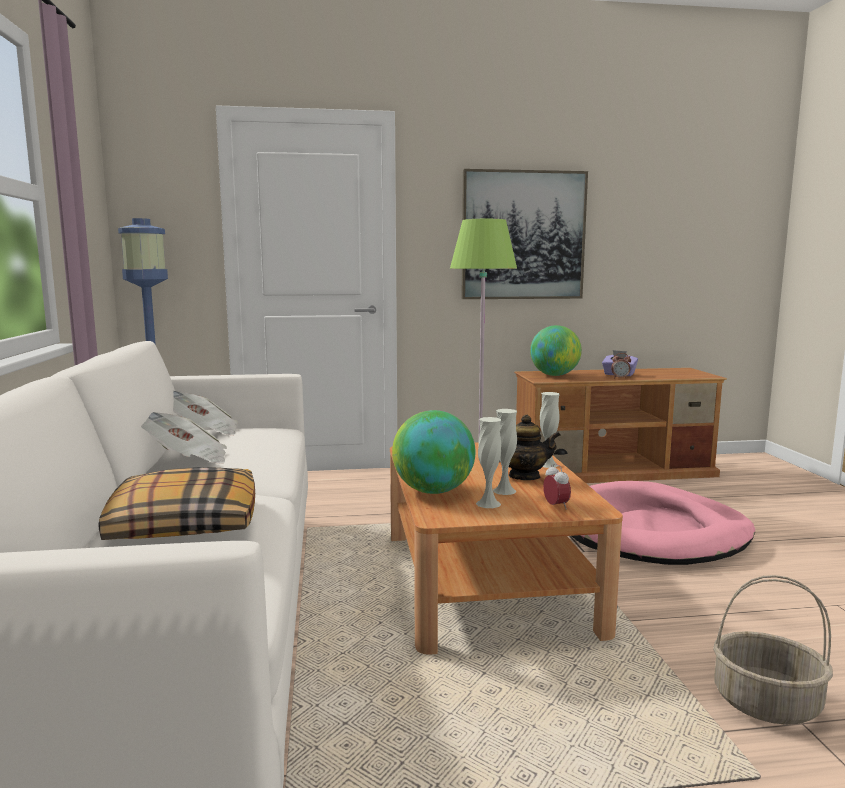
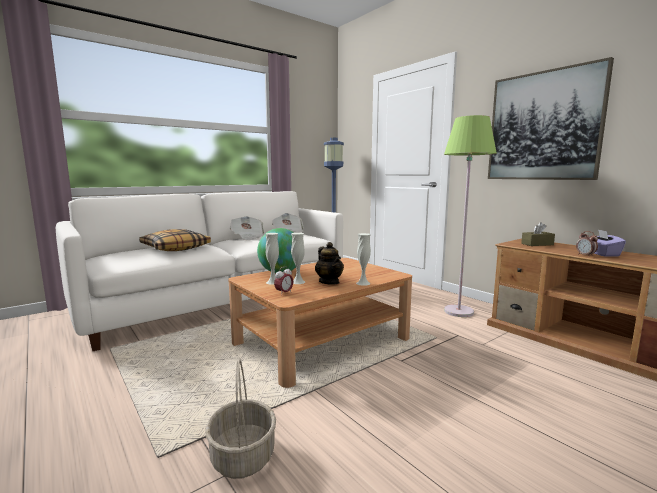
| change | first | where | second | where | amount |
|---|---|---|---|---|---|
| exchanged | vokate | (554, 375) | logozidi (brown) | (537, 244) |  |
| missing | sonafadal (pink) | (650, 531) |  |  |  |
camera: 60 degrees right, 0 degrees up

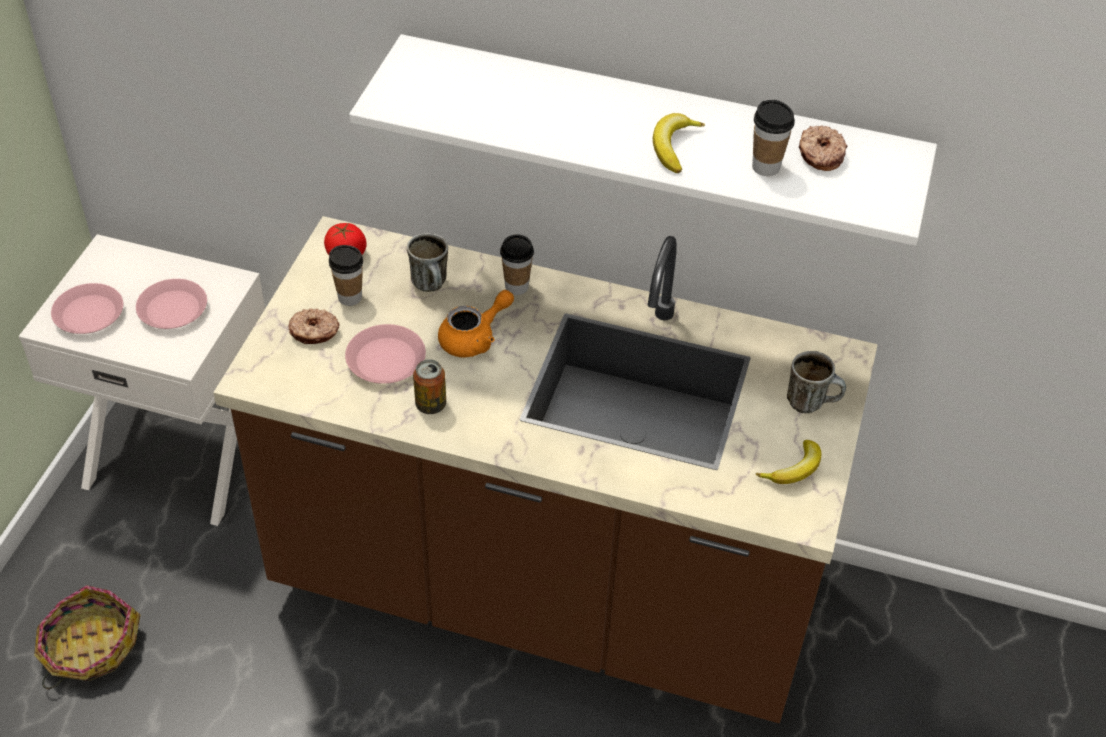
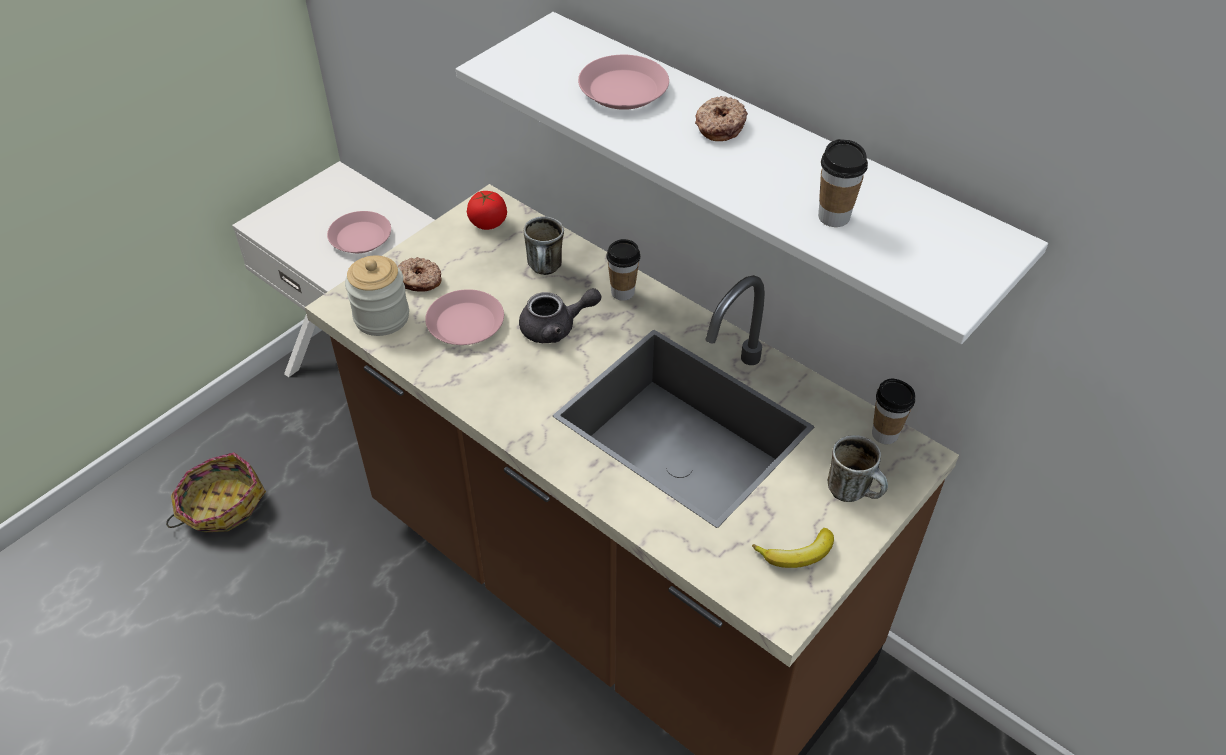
| change | first | where | second | where | amount |
|---|---|---|---|---|---|
| appeared |  |  | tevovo | (381, 317) |  |
| colour | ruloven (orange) | (474, 338) | ruloven (grey) | (556, 328) |  |
| relocated | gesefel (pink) | (89, 314) |  | (623, 89) |  |
| relocated | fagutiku | (820, 155) |  | (719, 126) |  |
| relocated | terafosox | (350, 297) |  | (884, 434) |  |
| missing | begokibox | (430, 405) |  |  |  |
| missing | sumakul | (673, 147) |  |  |  |
camera: 25 degrees right, 0 degrees up

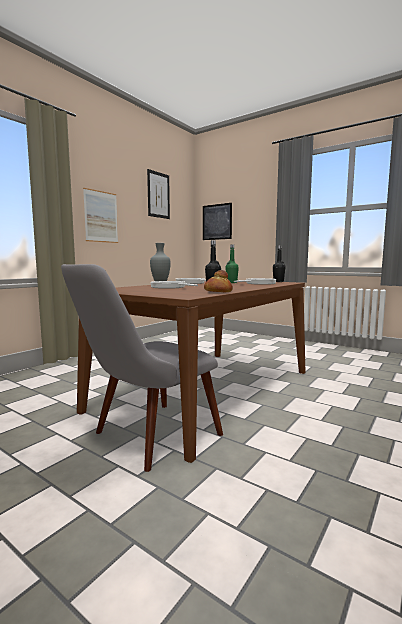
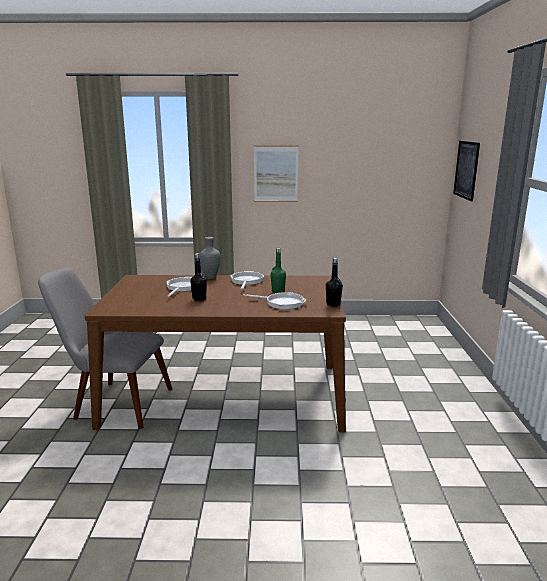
| change | first | where | second | where | amount |
|---|---|---|---|---|---|
| missing | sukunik | (158, 195) |  |  |  |
| missing | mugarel | (217, 291) |  |  |  |
camera: 55 degrees right, 10 degrees up

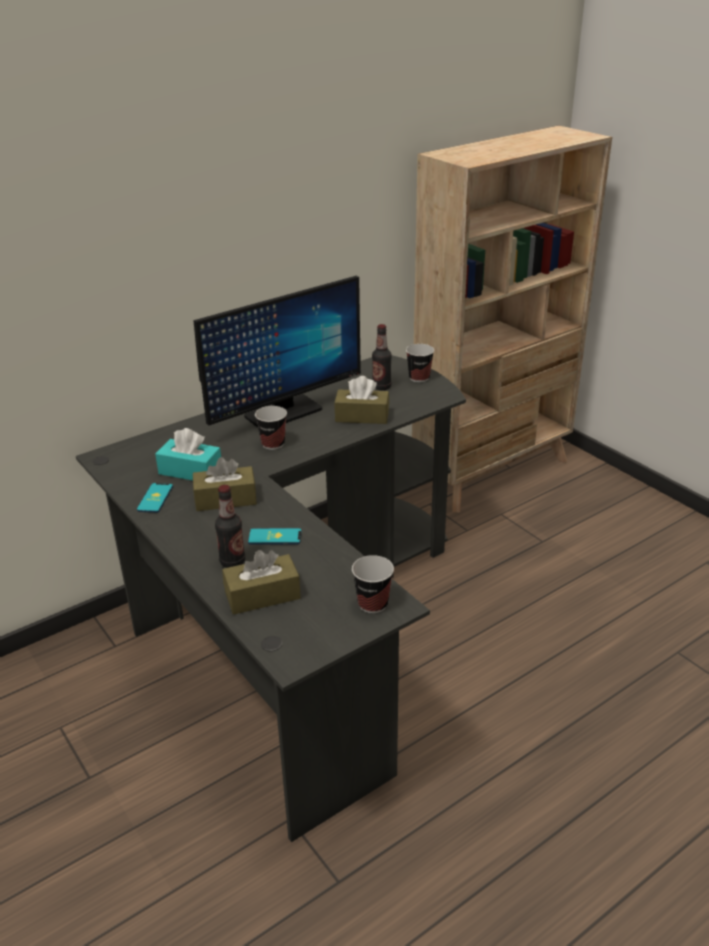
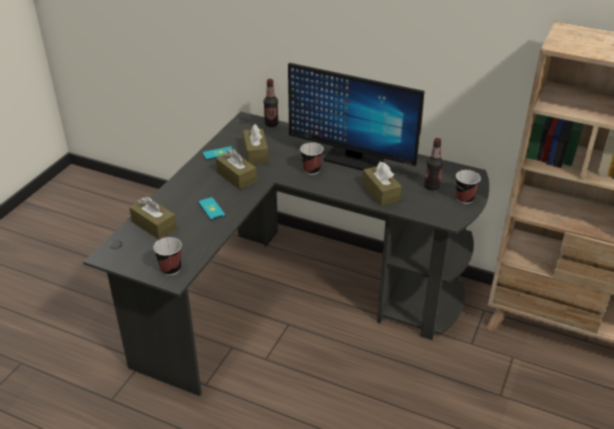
| change | first | where | second | where | amount |
|---|---|---|---|---|---|
| colour | logozidi (turquoise) | (190, 471) | logozidi (brown) | (255, 153) |  |
| relocated | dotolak | (232, 561) |  | (271, 124) |  |
camera: 60 degrees right, 5 degrees up

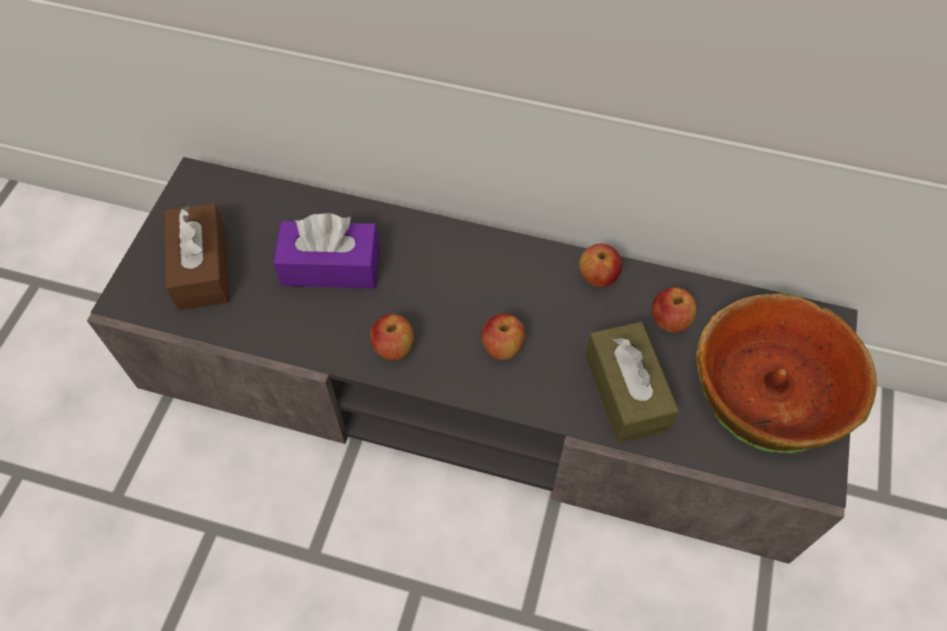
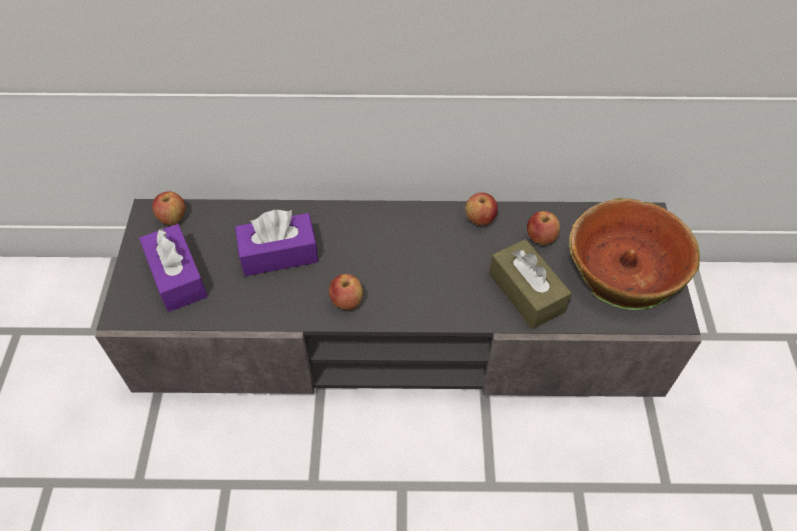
| change | first | where | second | where | amount |
|---|---|---|---|---|---|
| colour | logozidi (brown) | (202, 267) | logozidi (purple) | (177, 276) |  |
| relocated | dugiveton | (502, 347) |  | (172, 218) |  |
camera: 15 degrees left, 5 degrees down

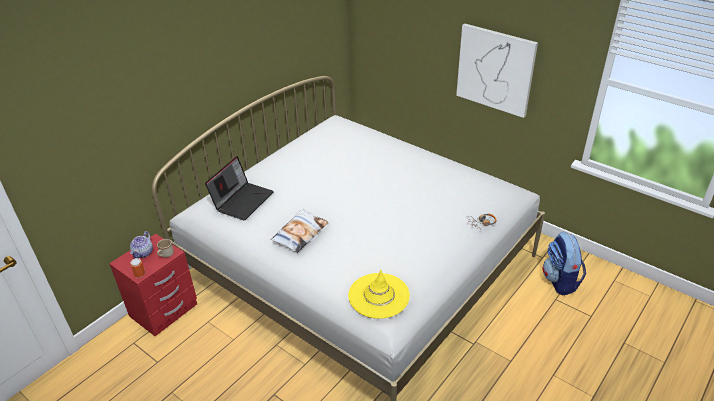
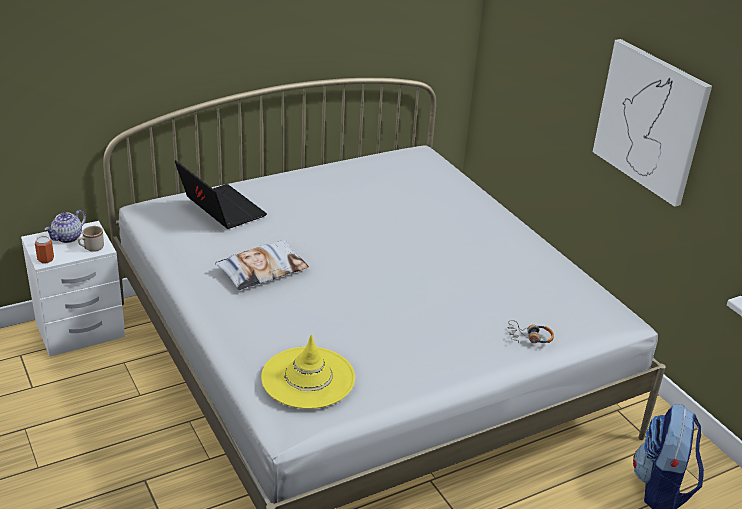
| change | first | where | second | where | amount |
|---|---|---|---|---|---|
| colour | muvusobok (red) | (164, 310) | muvusobok (white) | (80, 330) |  |
| spun | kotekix | (242, 200) |  | (220, 209) | 90 degrees counterclockwise |
camera: 20 degrees right, 5 degrees down

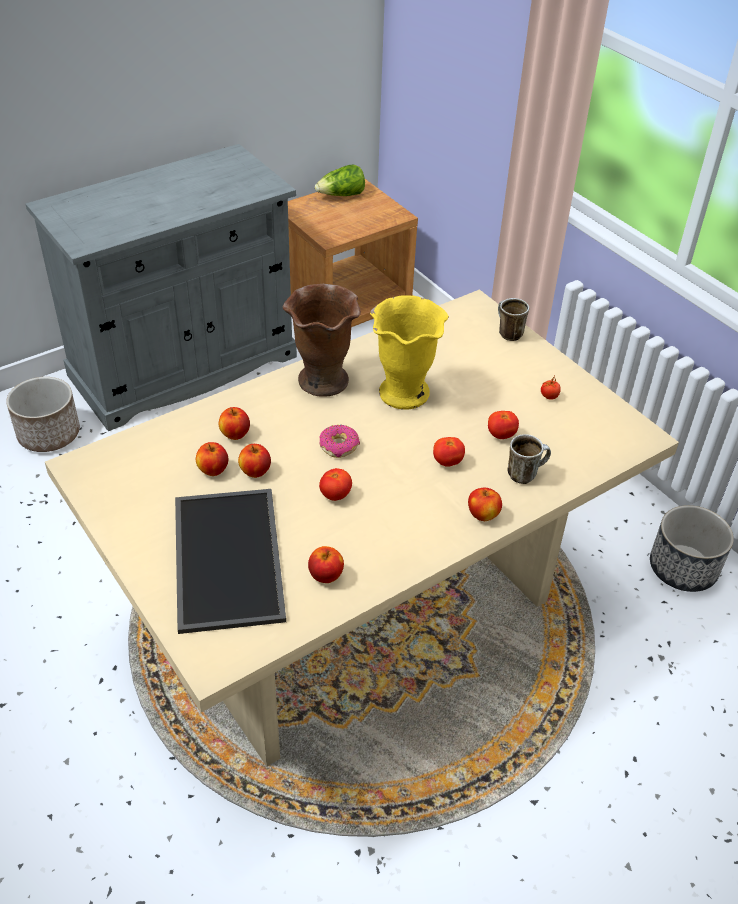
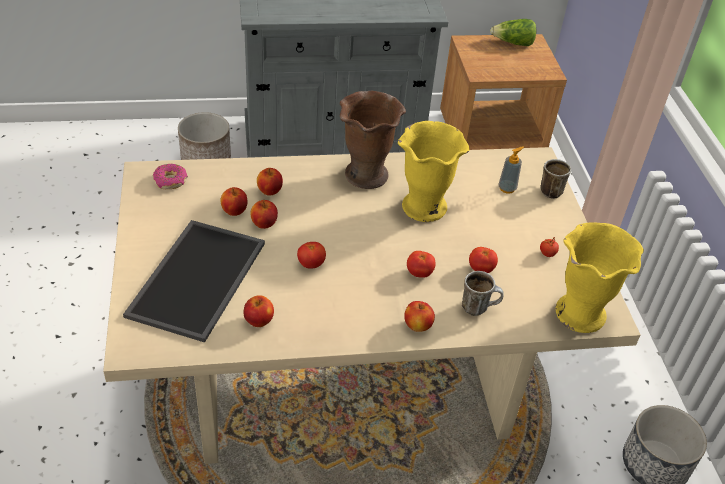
| change | first | where | second | where | amount |
|---|---|---|---|---|---|
| relocated | fagutiku | (339, 446) |  | (170, 181) |  |
| appeared |  |  | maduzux | (507, 188) |  |
| appeared |  |  | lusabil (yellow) | (580, 314) |  |
camera: 25 degrees right, 0 degrees up

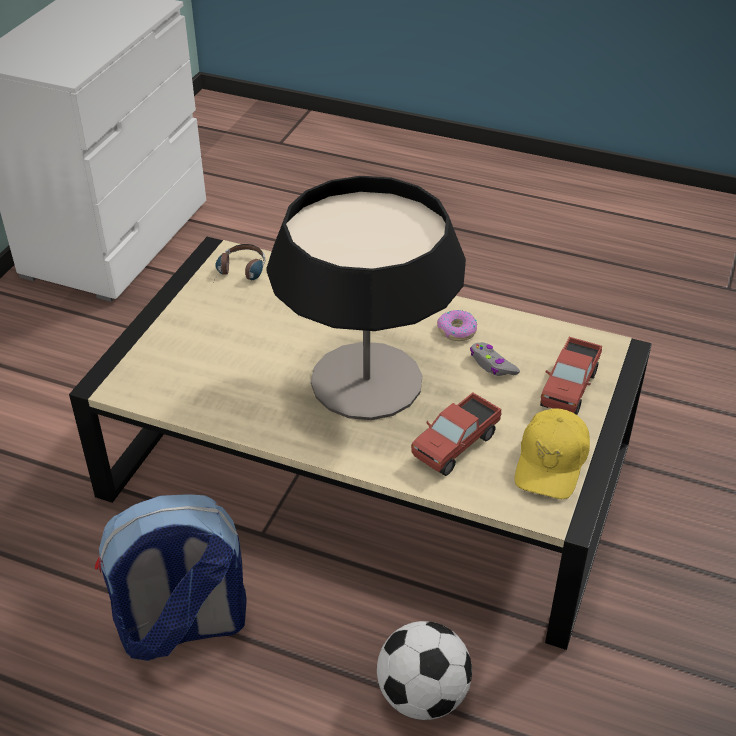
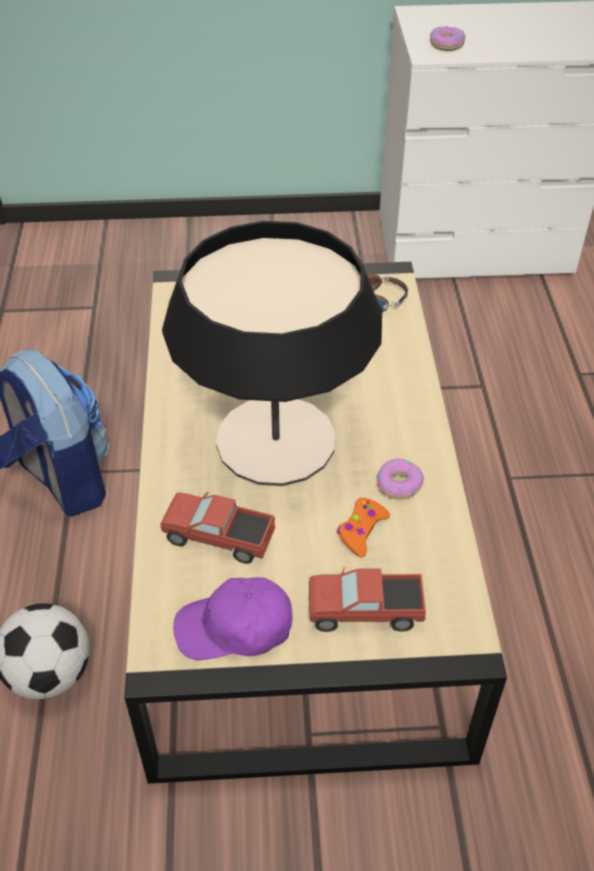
| change | first | where | second | where | amount |
|---|---|---|---|---|---|
| colour | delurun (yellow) | (551, 462) | delurun (purple) | (235, 628) |  |
| colour | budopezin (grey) | (492, 365) | budopezin (orange) | (361, 531) |  |
| appeared |  |  | fagutiku | (446, 44) |  |
camera: 65 degrees right, 5 degrees up

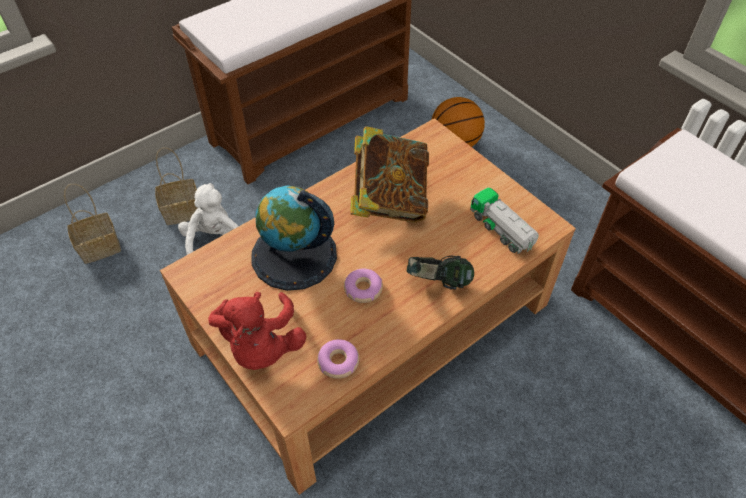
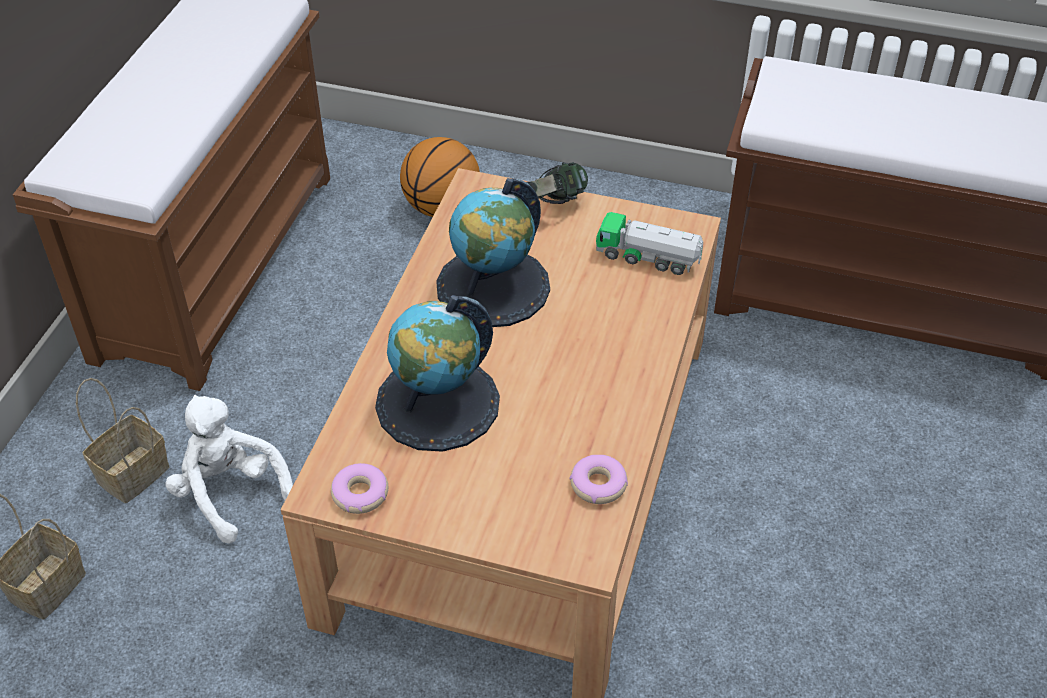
| change | first | where | second | where | amount |
|---|---|---|---|---|---|
| relocated | fagutiku | (363, 289) |  | (360, 494) |  |
| exchanged | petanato | (389, 201) | vokate | (493, 287) |  |
| relocated | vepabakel | (438, 283) |  | (549, 207) |  |
| missing | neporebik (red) | (261, 346) |  |  |  |
camera: 35 degrees left, 5 degrees down

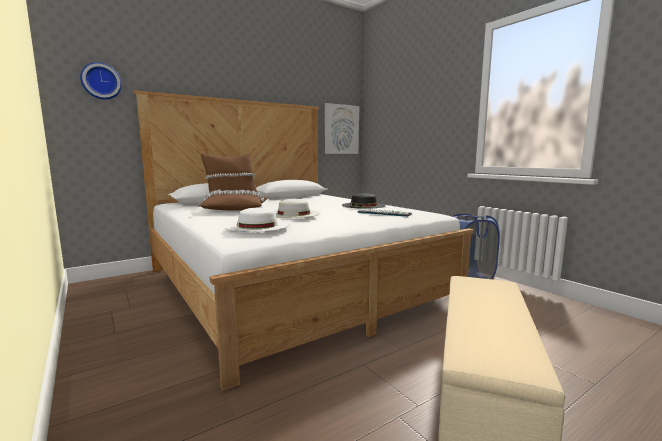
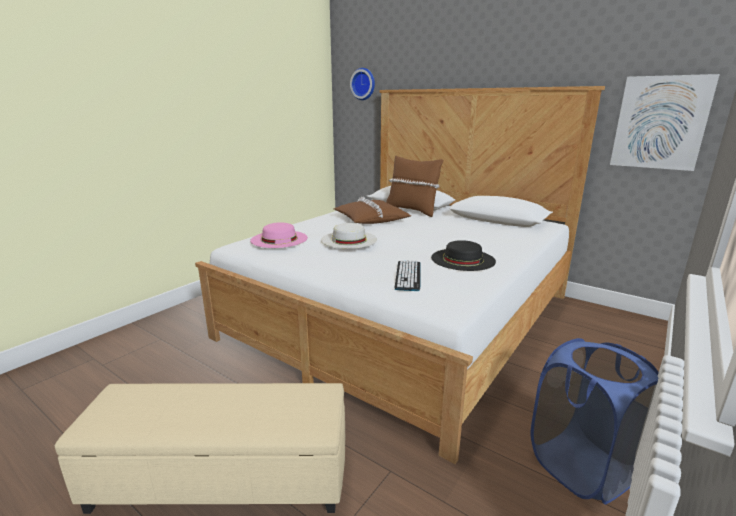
| change | first | where | second | where | amount |
|---|---|---|---|---|---|
| colour | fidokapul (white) | (257, 225) | fidokapul (pink) | (279, 239) |  |
camera: 70 degrees right, 10 degrees up

